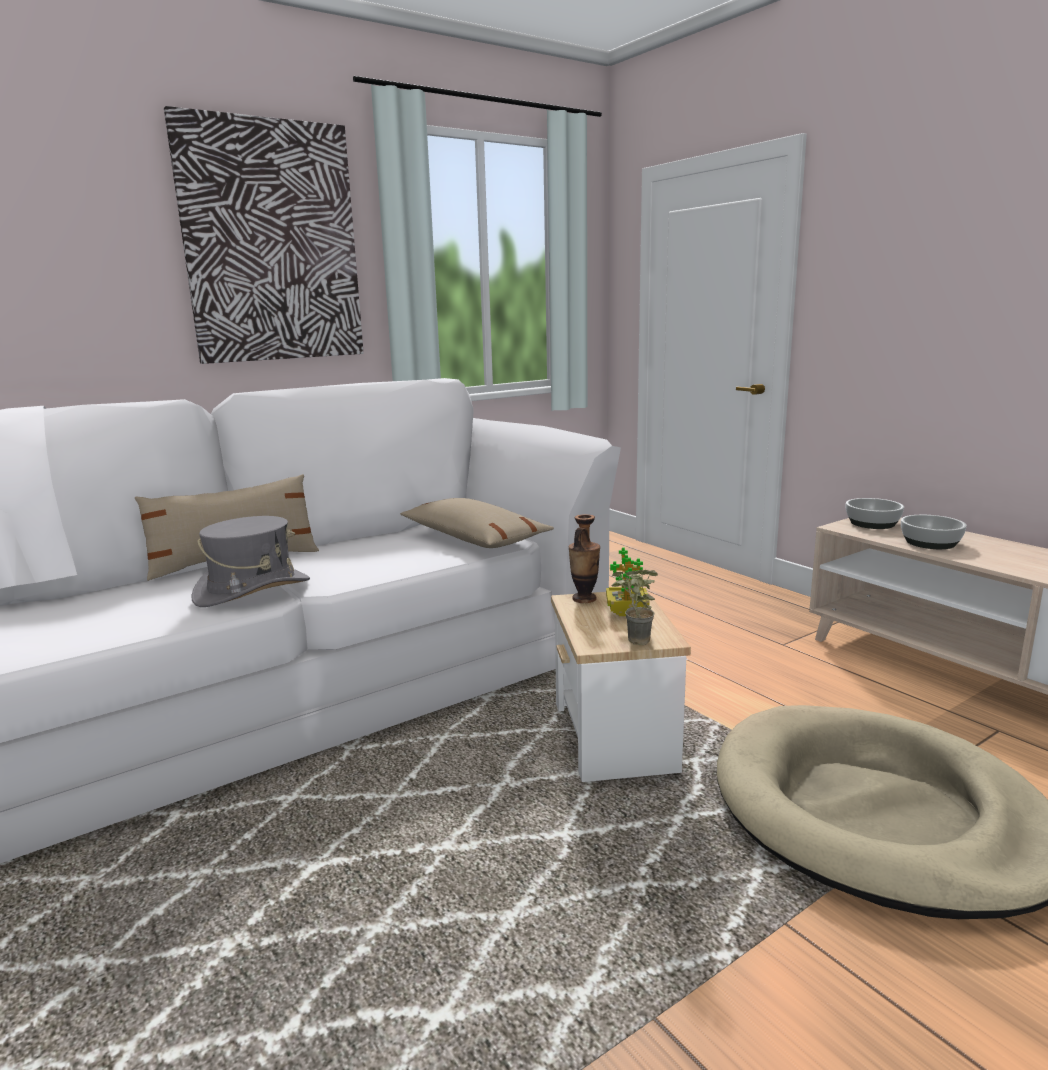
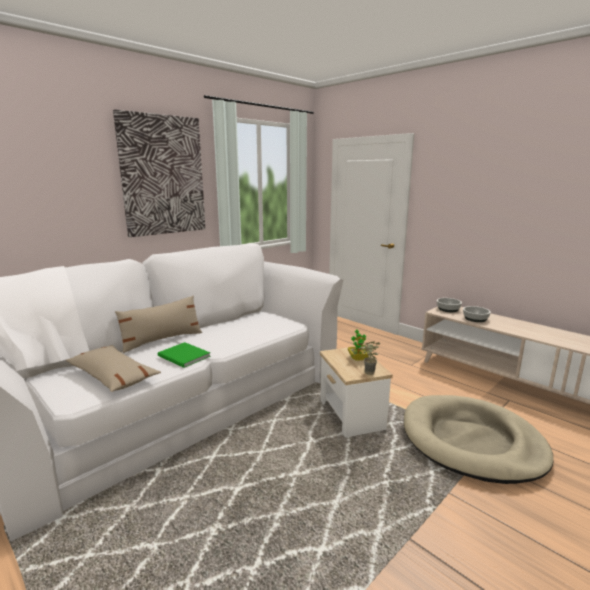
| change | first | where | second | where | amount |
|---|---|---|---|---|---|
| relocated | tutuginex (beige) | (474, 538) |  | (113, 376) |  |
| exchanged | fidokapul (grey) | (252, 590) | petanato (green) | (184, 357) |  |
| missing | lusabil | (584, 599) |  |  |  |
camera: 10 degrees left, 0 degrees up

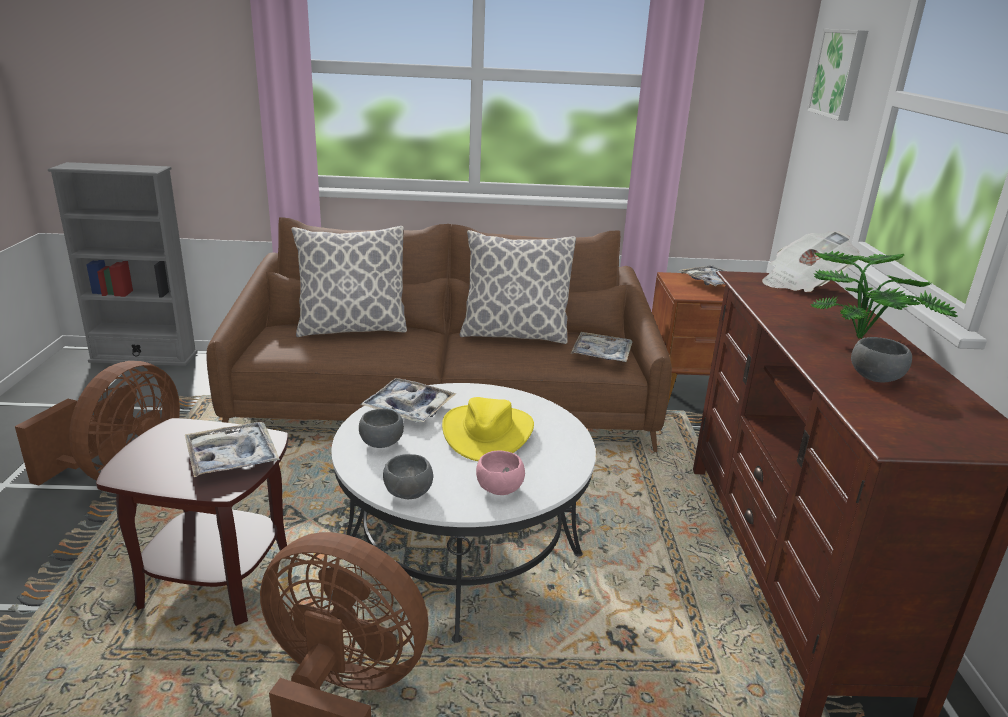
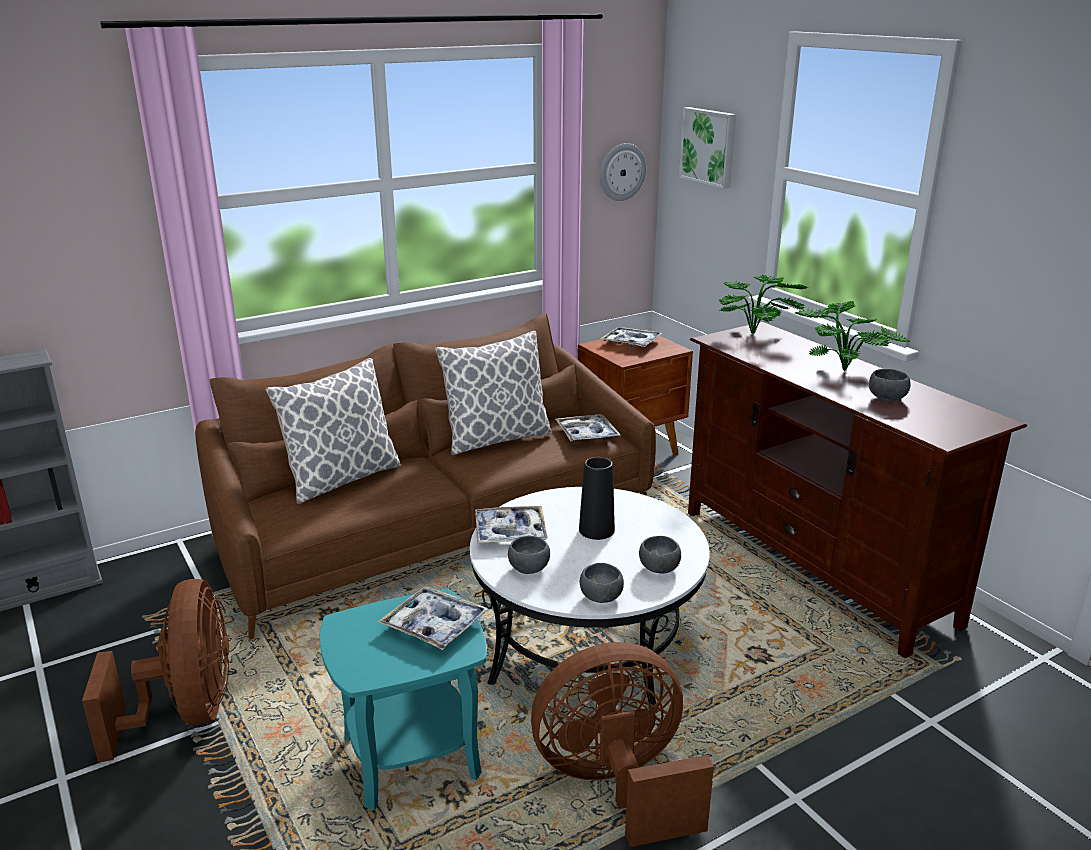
| change | first | where | second | where | amount |
|---|---|---|---|---|---|
| colour | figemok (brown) | (217, 579) | figemok (turquoise) | (411, 755) |  |
| exchanged | fidokapul (yellow) | (487, 432) | lusabil (black) | (596, 530) |  |
| appeared |  |  | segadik | (621, 172) |  |
| colour | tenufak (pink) | (498, 488) | tenufak (grey) | (658, 568) |  |
| exchanged | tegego | (803, 283) | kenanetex | (758, 334) |  |
camera: 30 degrees left, 0 degrees up

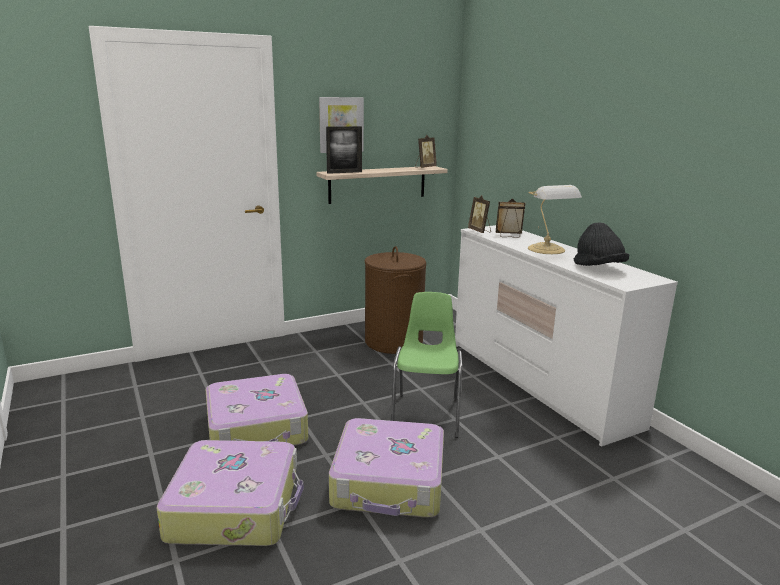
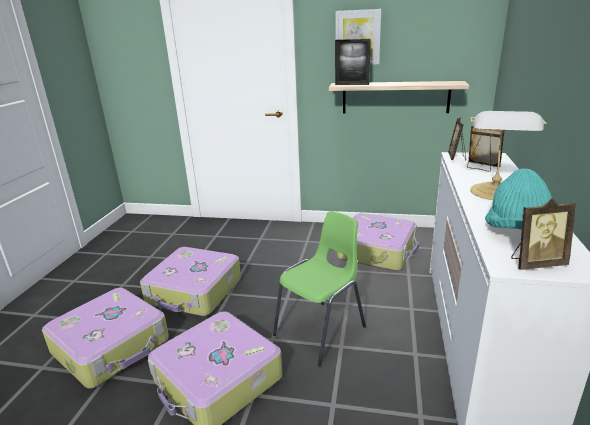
| change | first | where | second | where | amount |
|---|---|---|---|---|---|
| exchanged | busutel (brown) | (393, 341) | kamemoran | (377, 250) |  |
| colour | fidokapul (black) | (598, 268) | fidokapul (turquoise) | (517, 232) |  |
| relocated | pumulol | (424, 167) |  | (536, 263) |  |
camera: 40 degrees right, 5 degrees up

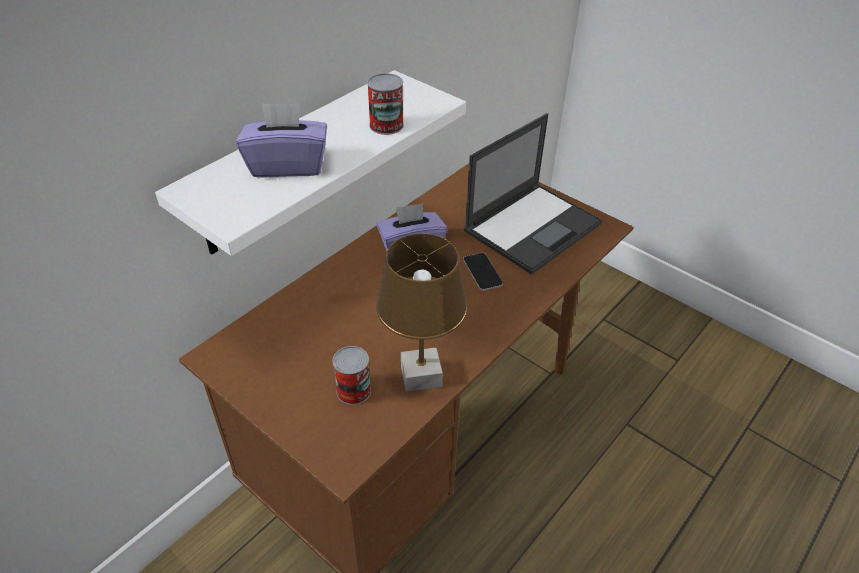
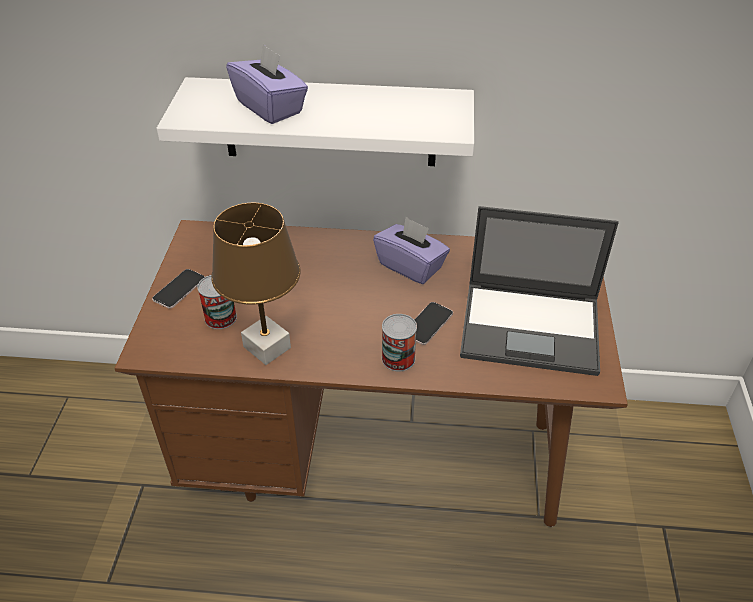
| change | first | where | second | where | amount |
|---|---|---|---|---|---|
| appeared |  |  | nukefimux | (179, 289) |  |
| relocated | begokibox | (386, 125) |  | (398, 358) |  |
camera: 55 degrees right, 0 degrees up

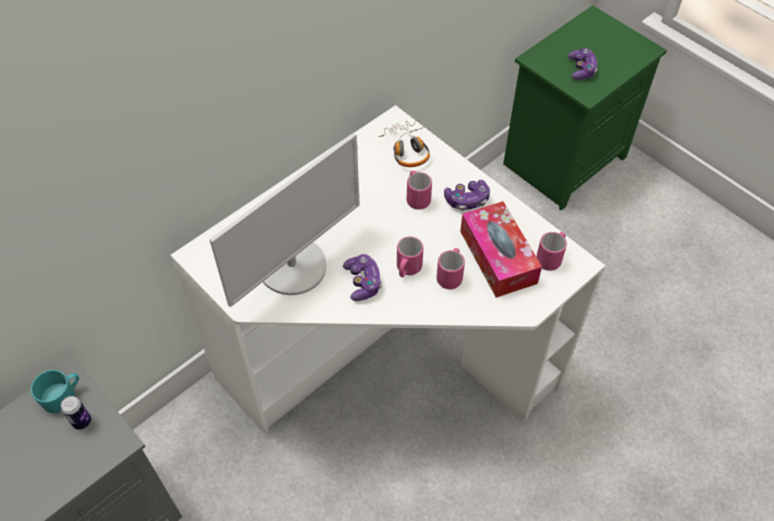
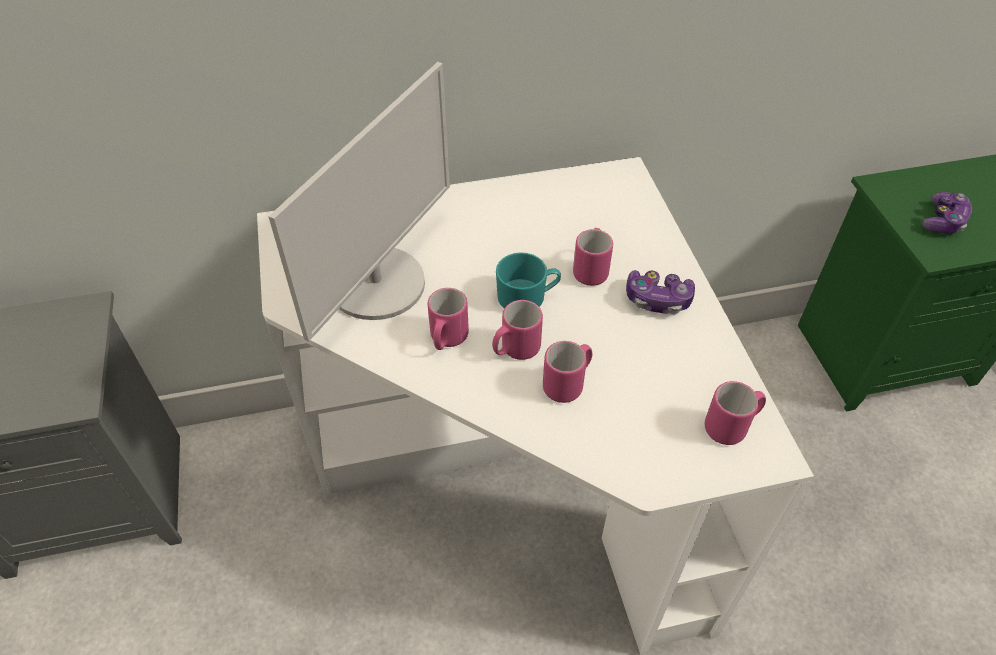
| change | first | where | second | where | amount |
|---|---|---|---|---|---|
| spun | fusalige | (293, 266) |  | (378, 283) | 45 degrees counterclockwise |
| exchanged | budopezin | (363, 282) | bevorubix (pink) | (447, 340) |  |
| relocated | bevorubix (turquoise) | (62, 395) |  | (527, 296) |  |
| missing | begokibox | (82, 421) |  |  |  |
| missing | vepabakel | (407, 148) |  |  |  |
| missing | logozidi | (498, 257) |  |  |  |
camera: 30 degrees right, 5 degrees down

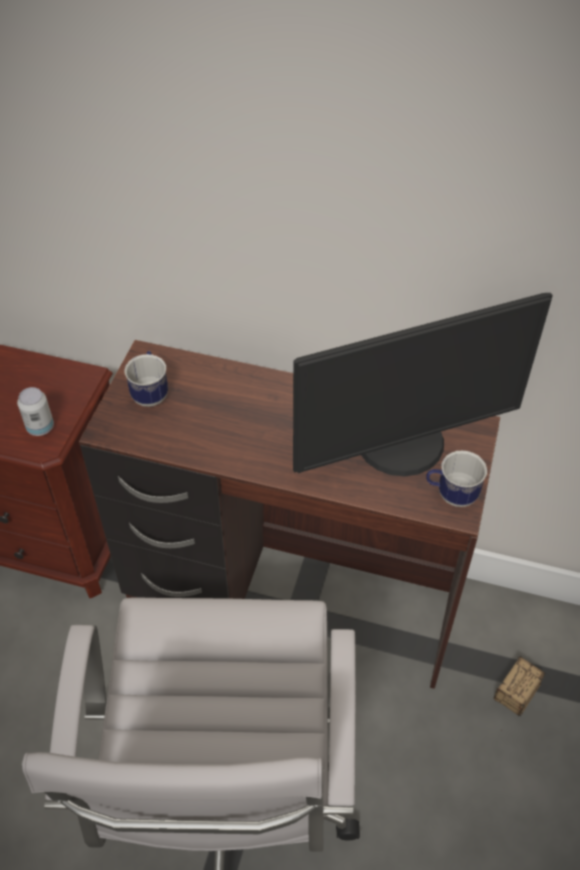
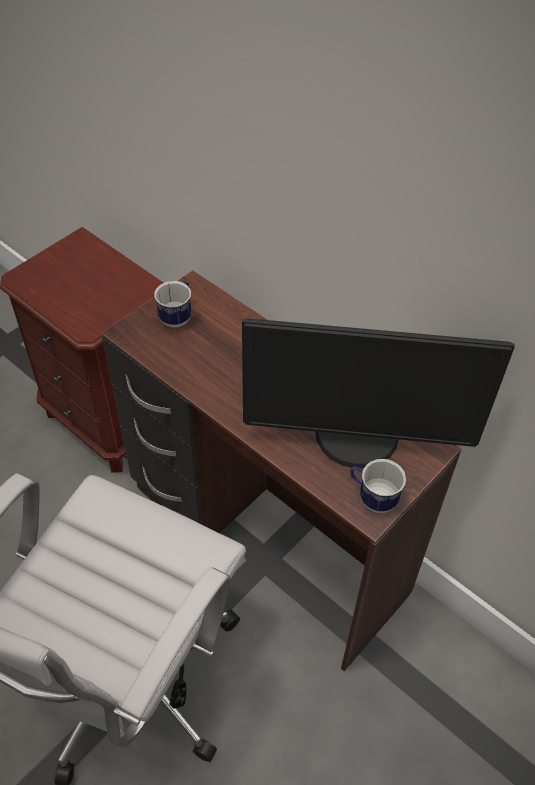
| change | first | where | second | where | amount |
|---|---|---|---|---|---|
| missing | begokibox | (40, 427) |  |  |  |
| missing | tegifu | (501, 714) |  |  |  |
camera: 25 degrees right, 0 degrees up

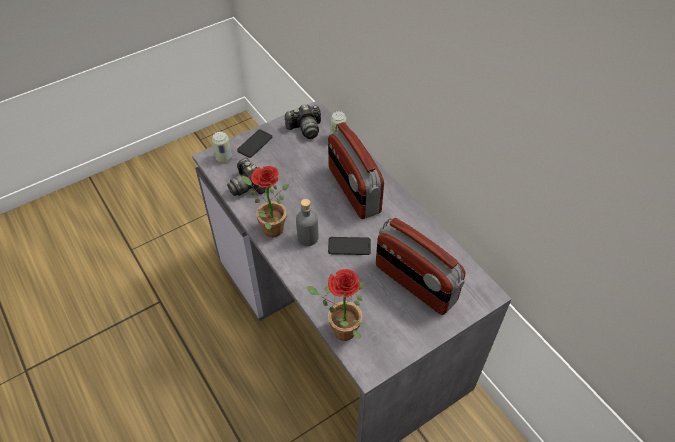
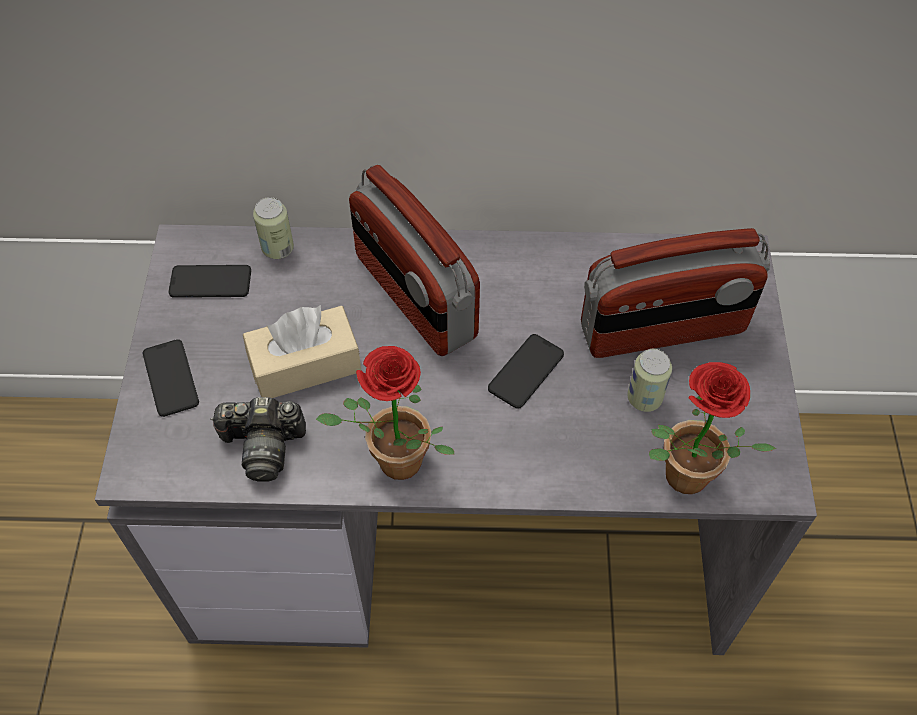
| change | first | where | second | where | amount |
|---|---|---|---|---|---|
| exchanged | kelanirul | (305, 128) | nukefimux | (210, 282) |  |
| appeared |  |  | logozidi (beige) | (305, 365) |  |
| spun | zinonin | (353, 190) |  | (414, 297) | 45 degrees clockwise |
| relocated | begokibox | (224, 158) |  | (644, 398) |  |
| missing | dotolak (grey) | (308, 238) |  |  |  |
camera: 55 degrees left, 5 degrees up

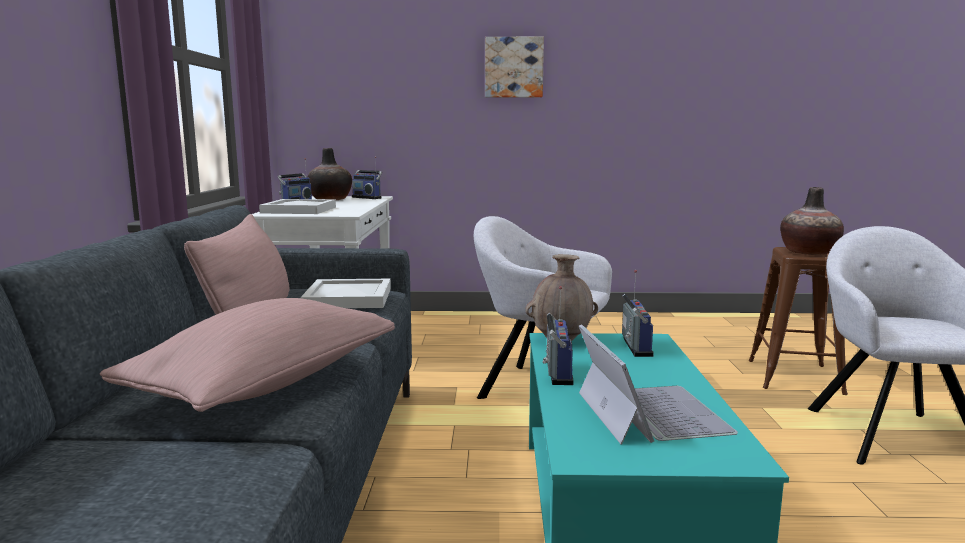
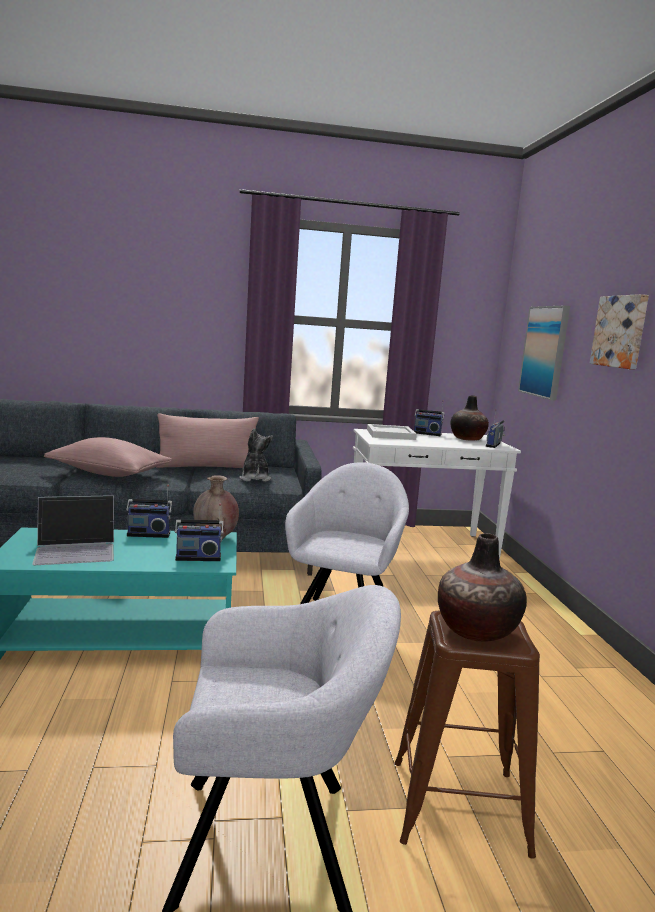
| change | first | where | second | where | amount |
|---|---|---|---|---|---|
| exchanged | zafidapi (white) | (349, 298) | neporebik | (254, 478) |  |
| appeared |  |  | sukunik | (544, 351) |  |
camera: 80 degrees right, 0 degrees up

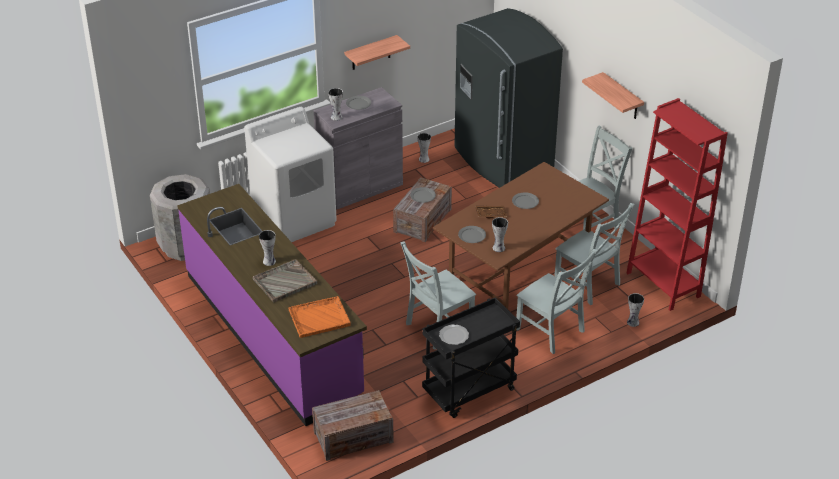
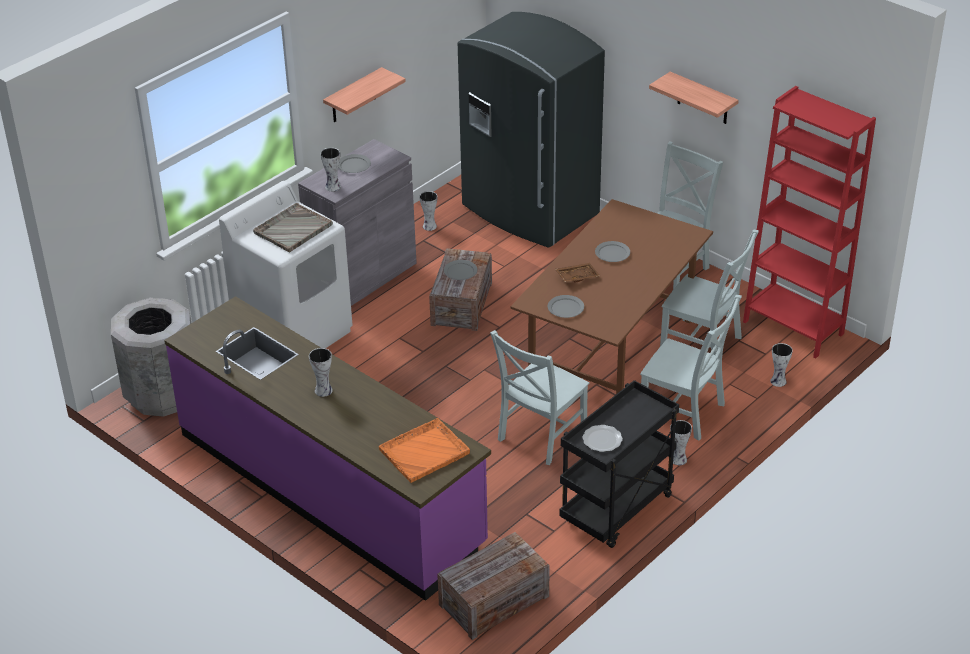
| change | first | where | second | where | amount |
|---|---|---|---|---|---|
| relocated | zafidapi (grey) | (284, 282) |  | (292, 229) |  |
| relocated | lusabil | (498, 248) |  | (678, 460) |  |
camera: 15 degrees left, 0 degrees up

